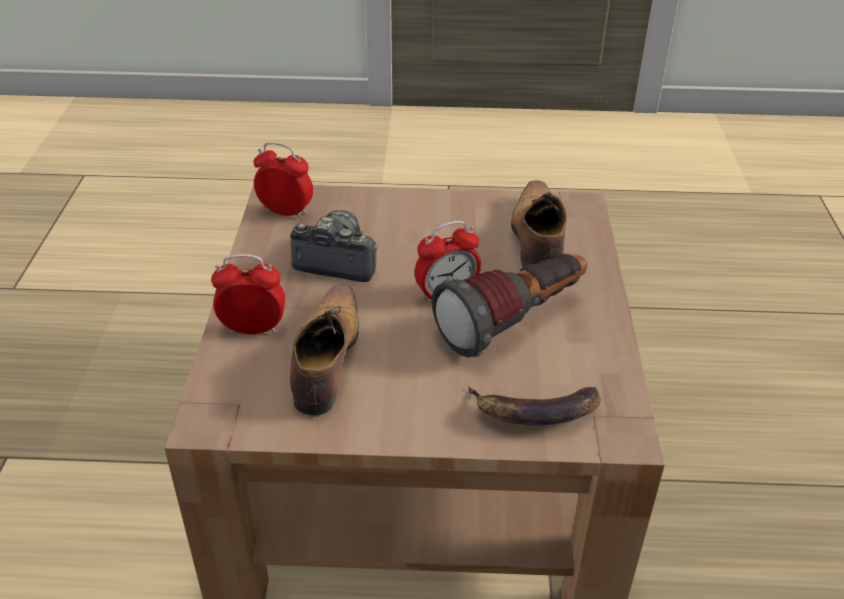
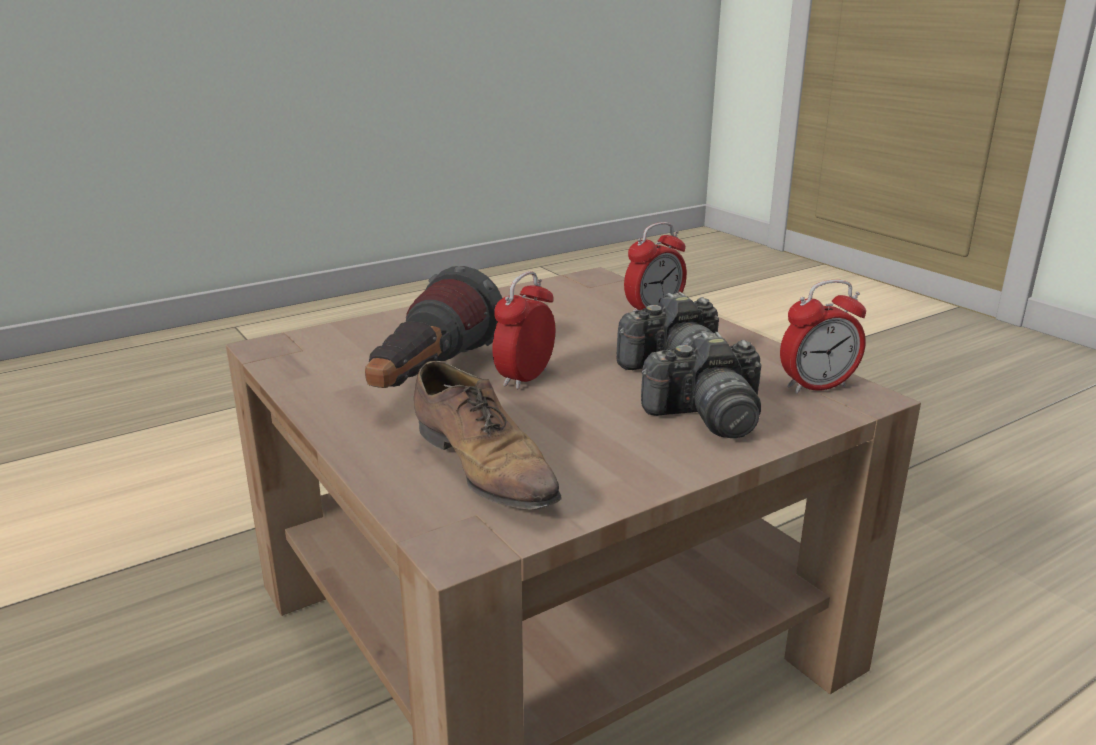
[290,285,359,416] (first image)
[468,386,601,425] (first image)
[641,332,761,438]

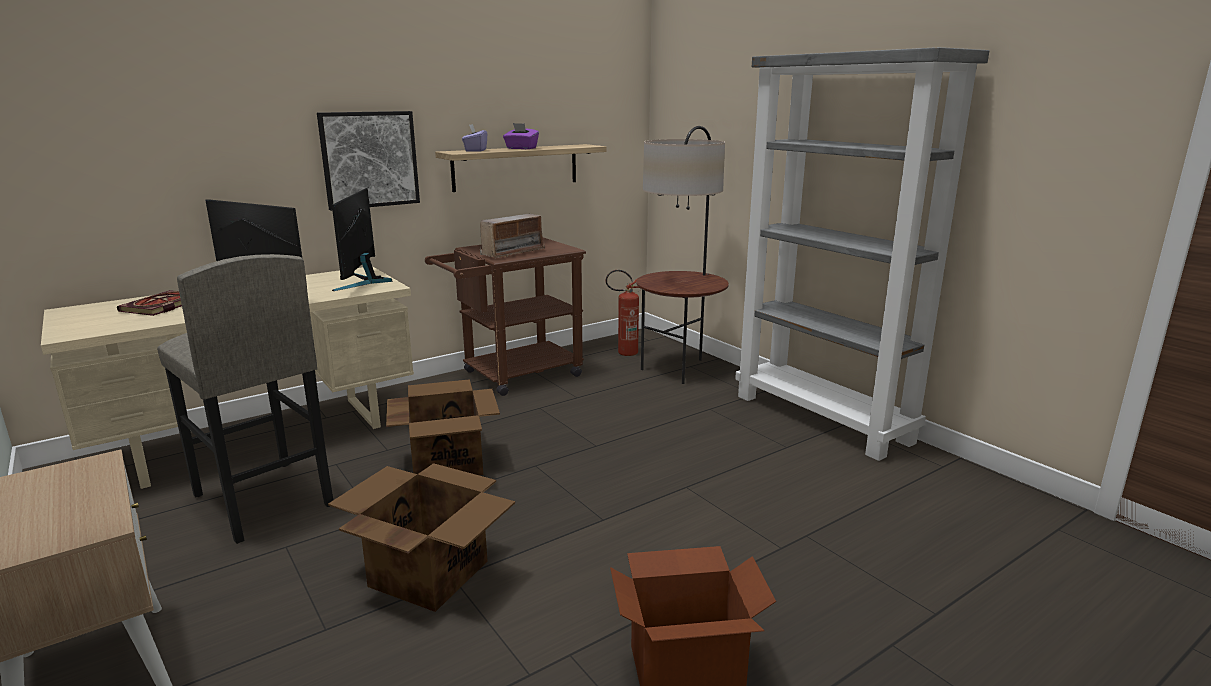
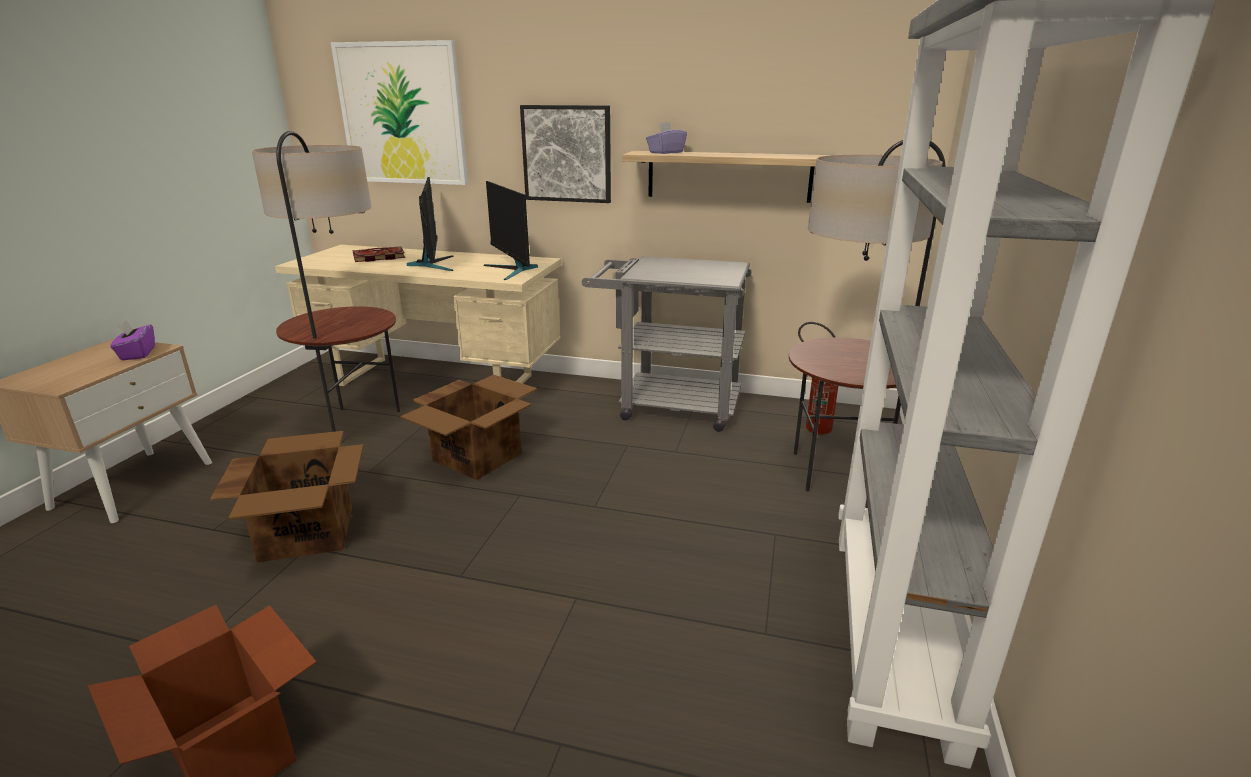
[110,320,155,360]
[484,181,538,280]
[480,214,545,258] (first image)
[582,256,751,432]
[252,131,400,432]
[331,40,468,185]

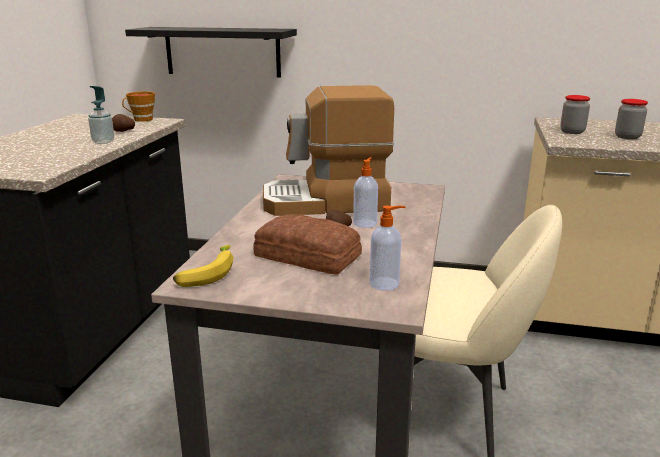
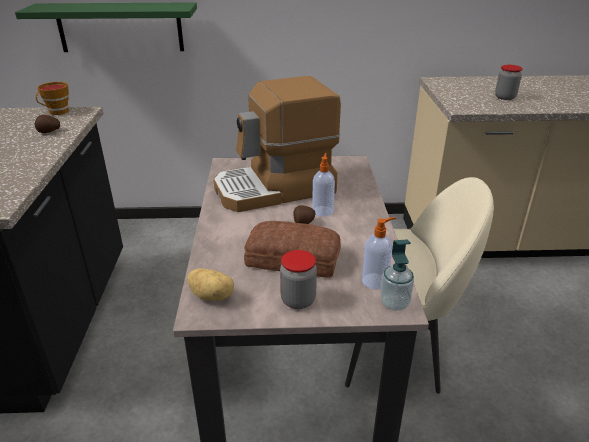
[15,2,197,52]
[380,239,414,311]
[280,250,317,309]
[187,268,234,301]

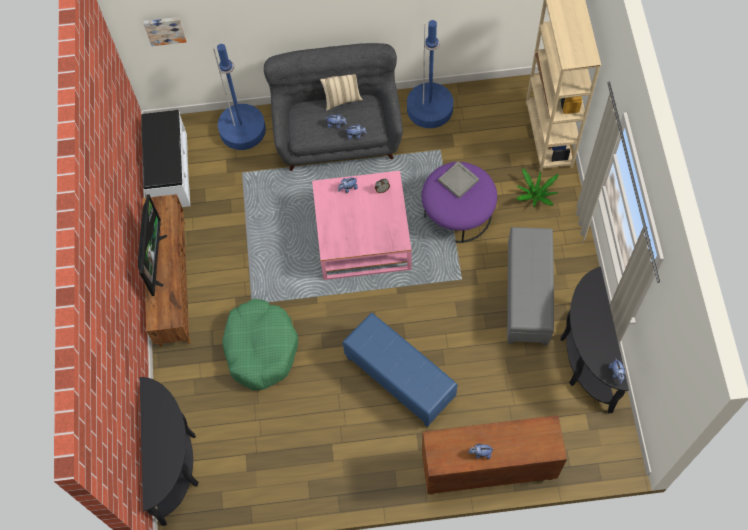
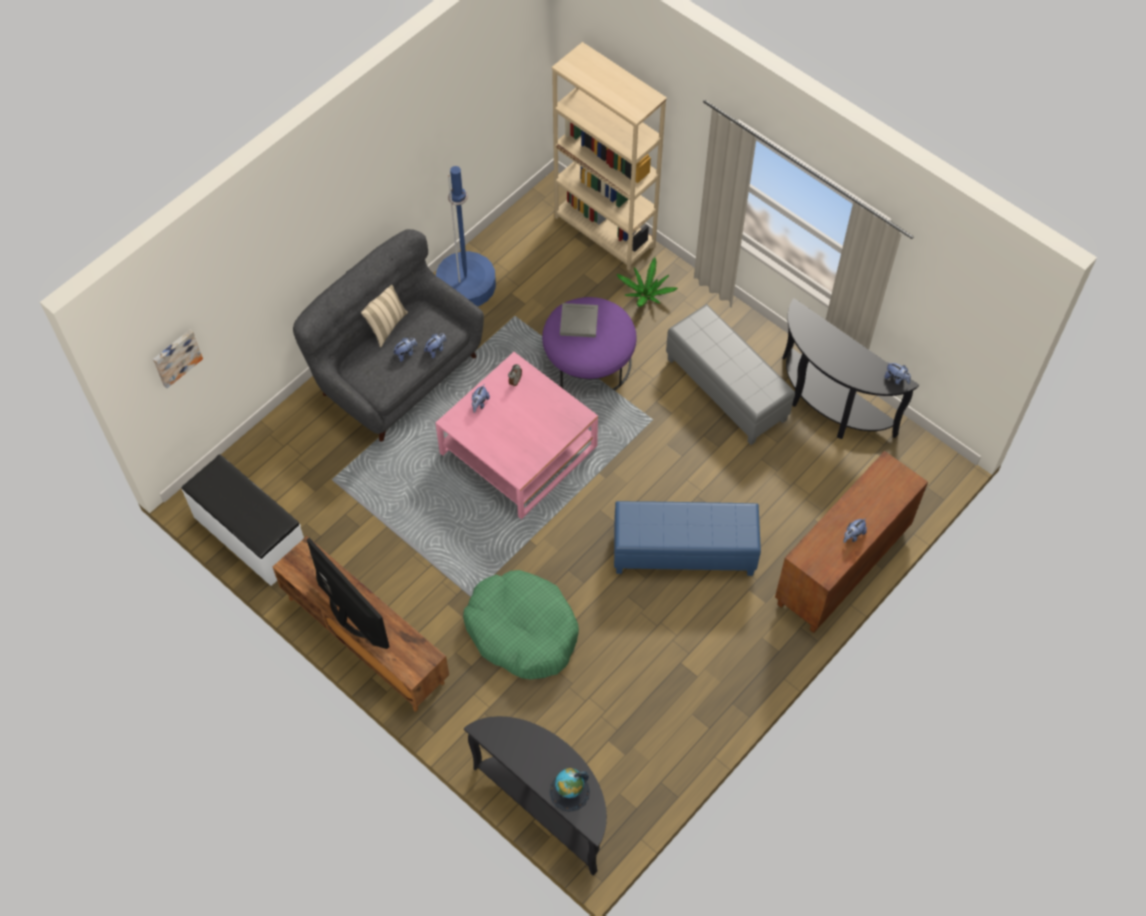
[213,44,266,150] (first image)
[549,768,590,812]

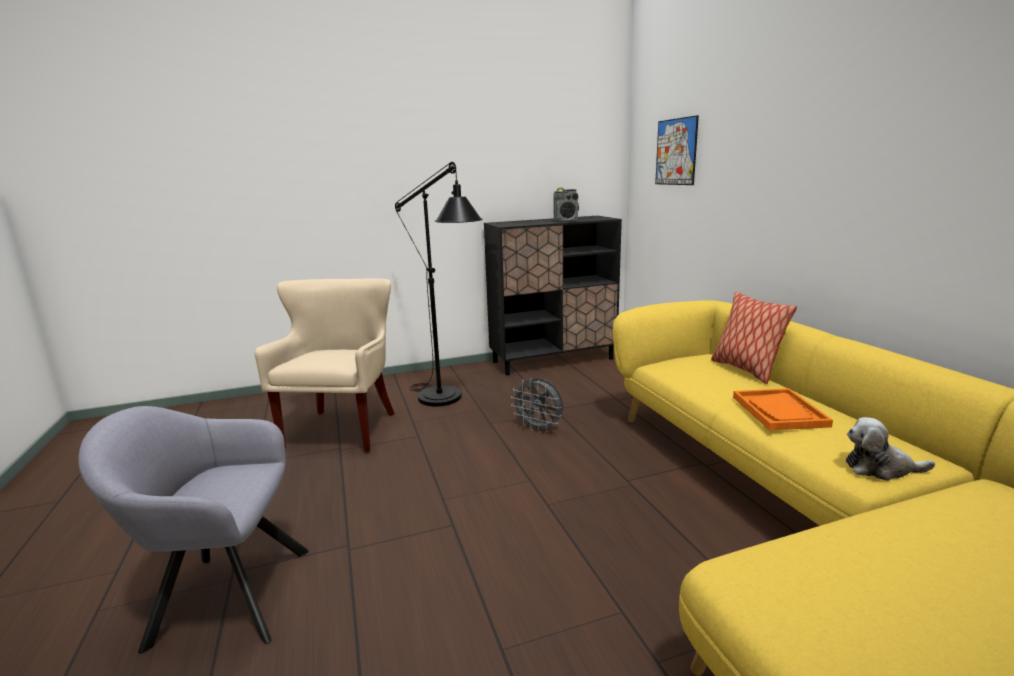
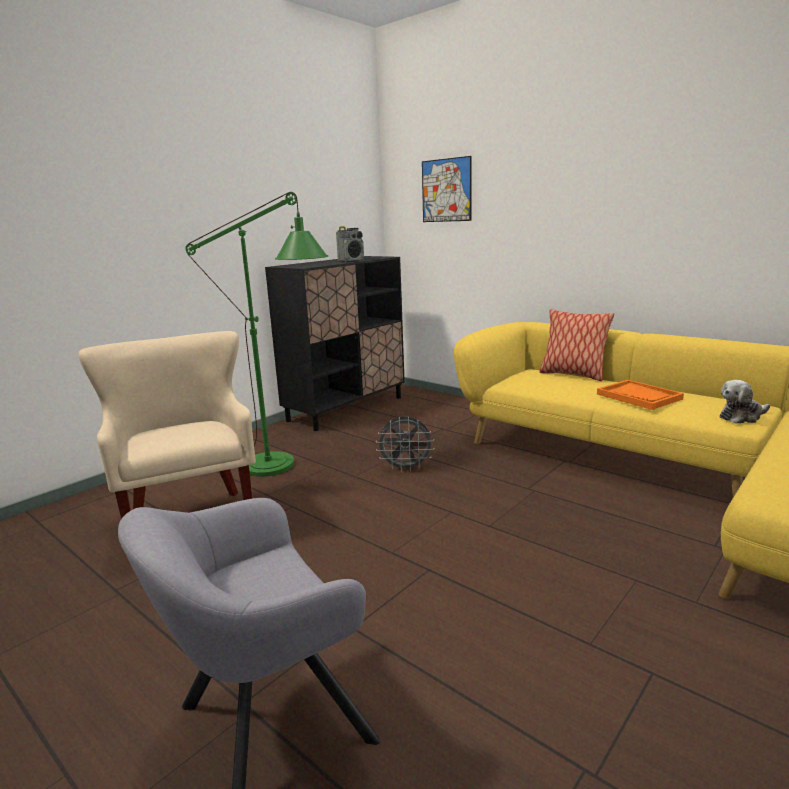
[186,192,328,477]

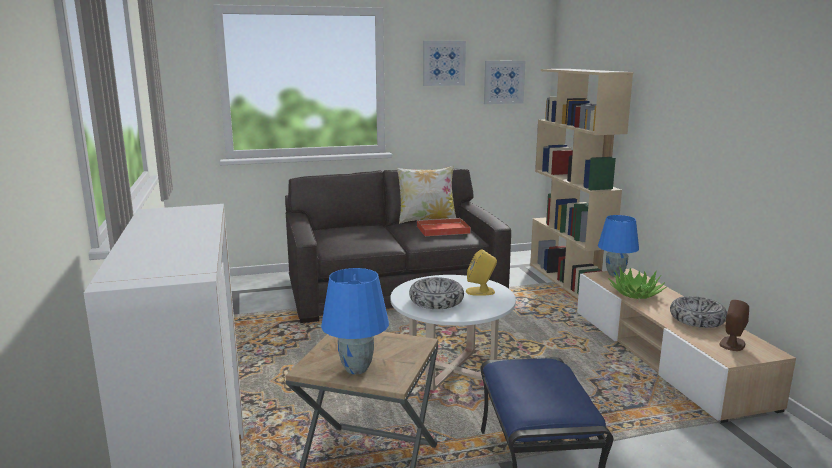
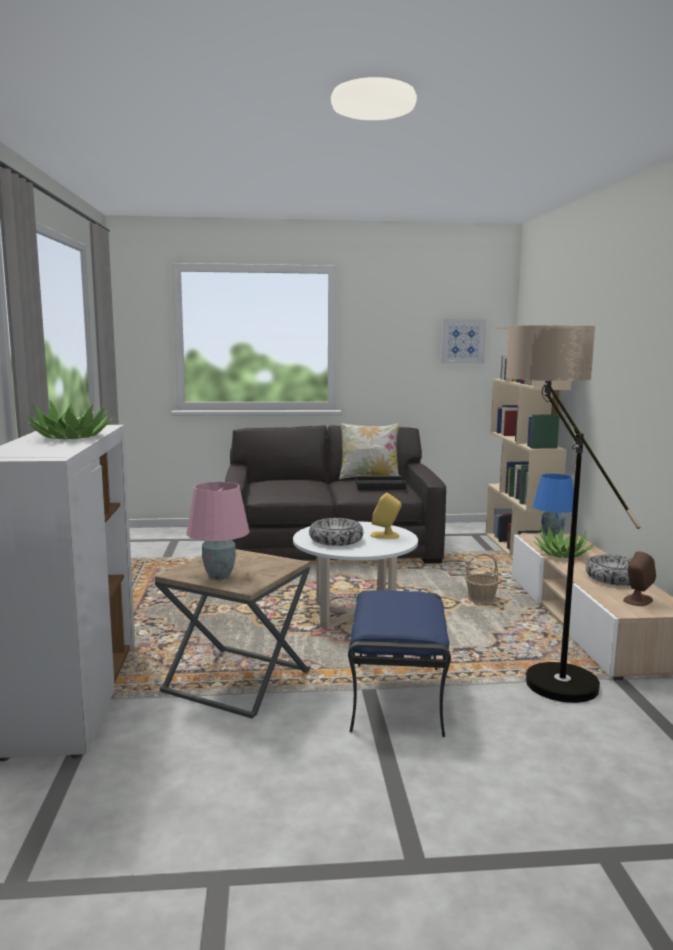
[423,41,466,86] (first image)
[356,476,406,490]
[187,482,249,580]
[506,324,641,703]
[24,400,114,439]
[465,553,499,604]

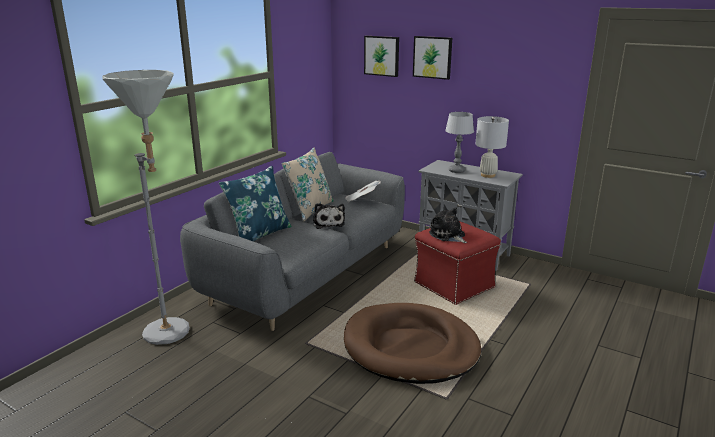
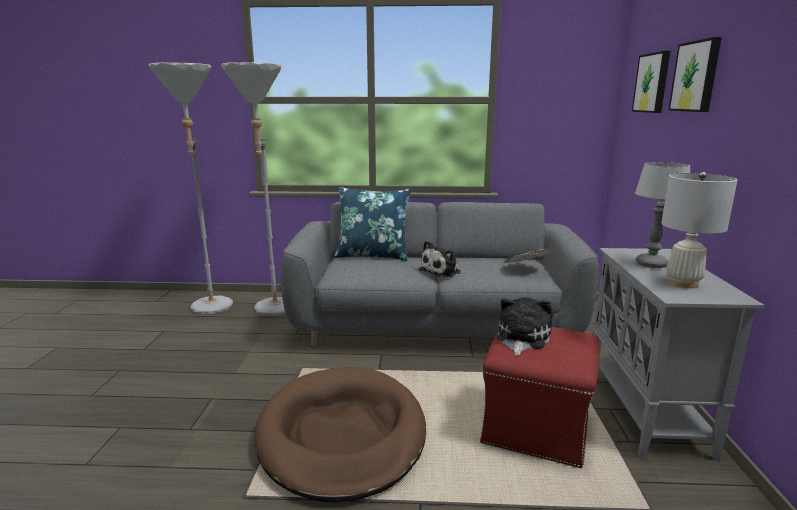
[282,148,334,222] (first image)
[148,62,233,314]

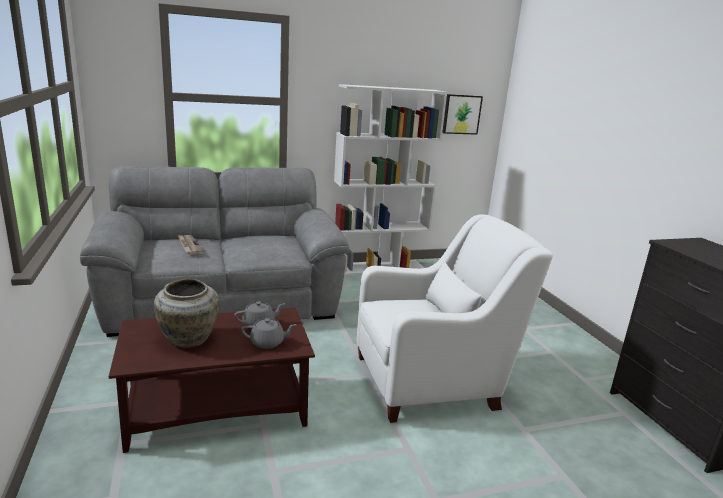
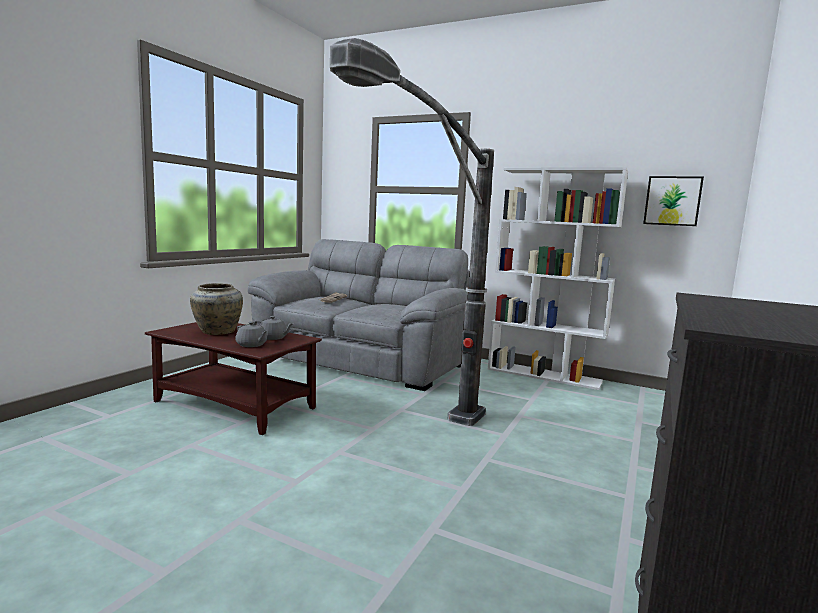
[330,38,494,426]

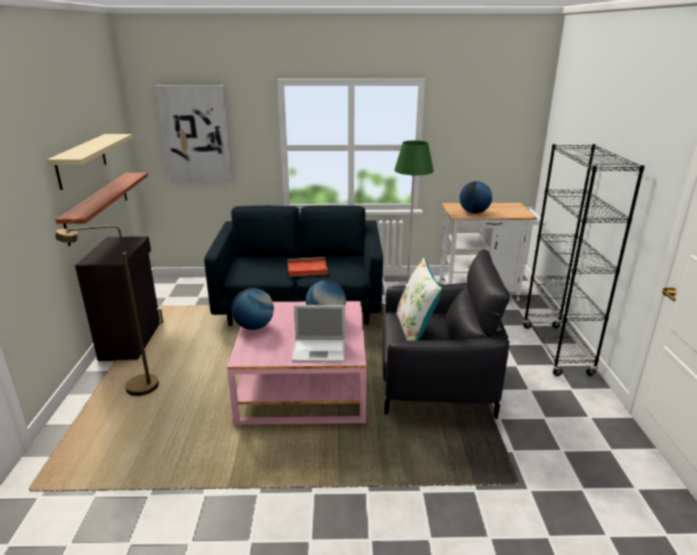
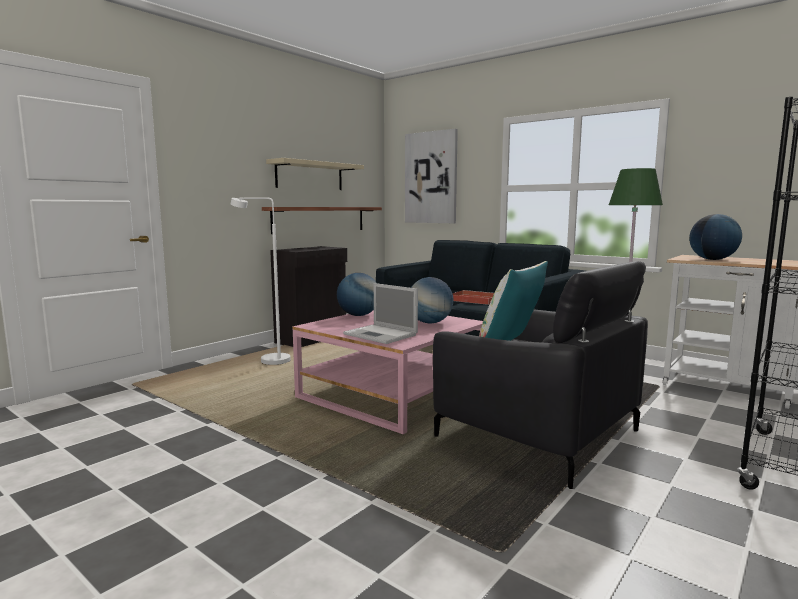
[231,197,291,365]

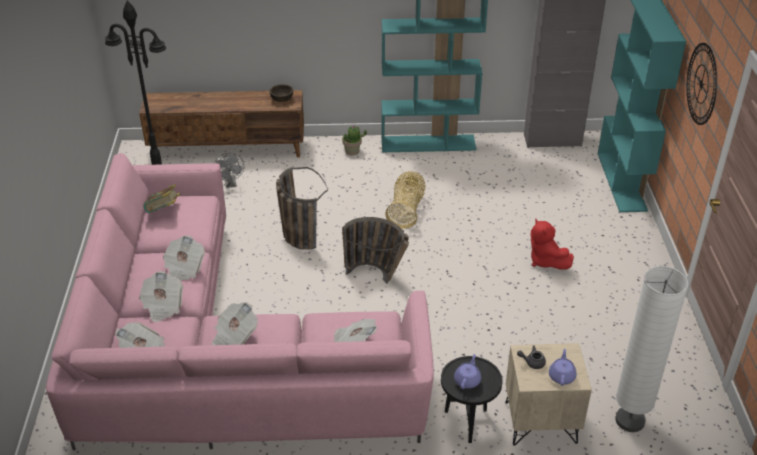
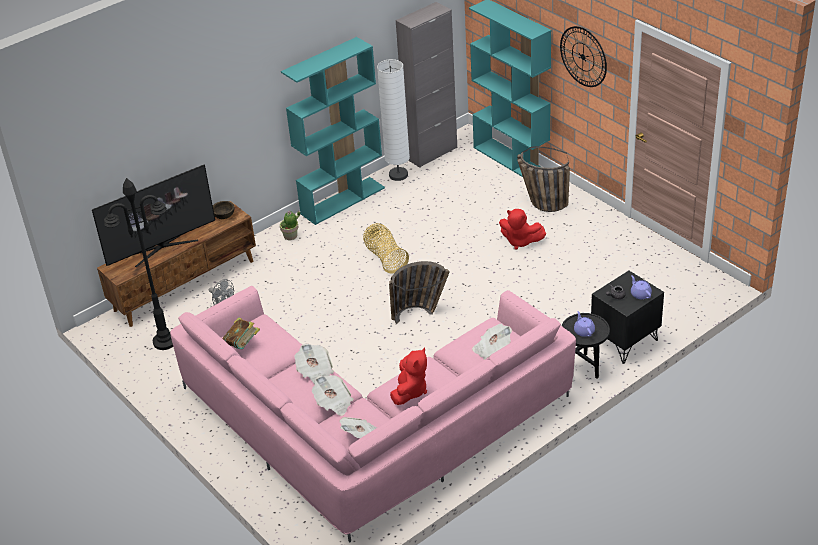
[517,146,570,212]
[377,59,410,181]
[390,347,427,405]
[591,271,664,364]
[92,165,215,267]

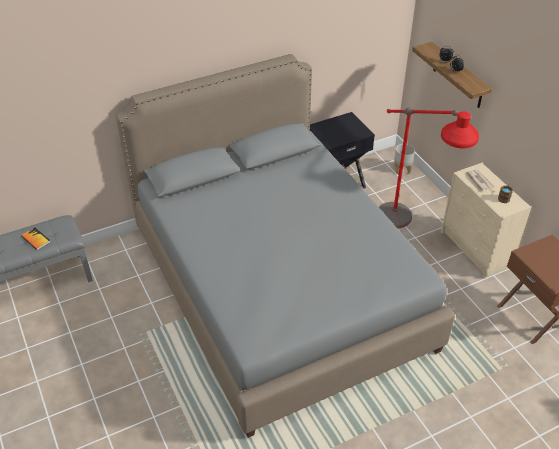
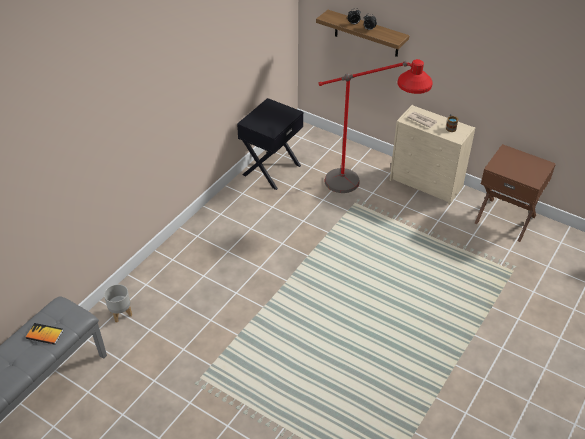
[116,54,455,438] (first image)
[104,284,132,323]

